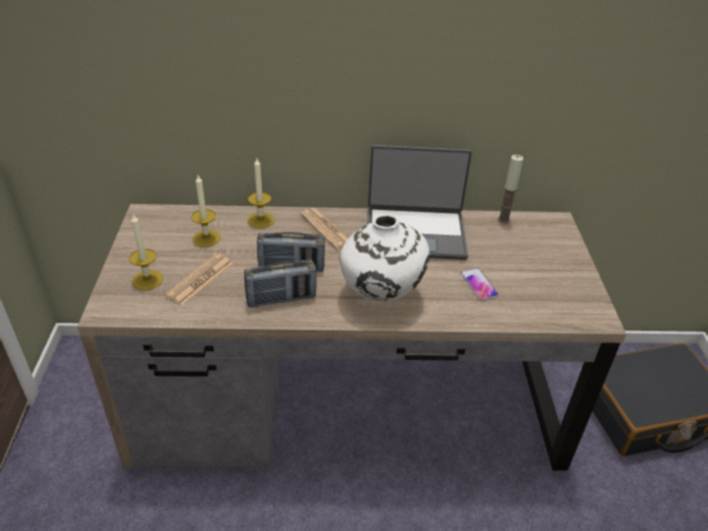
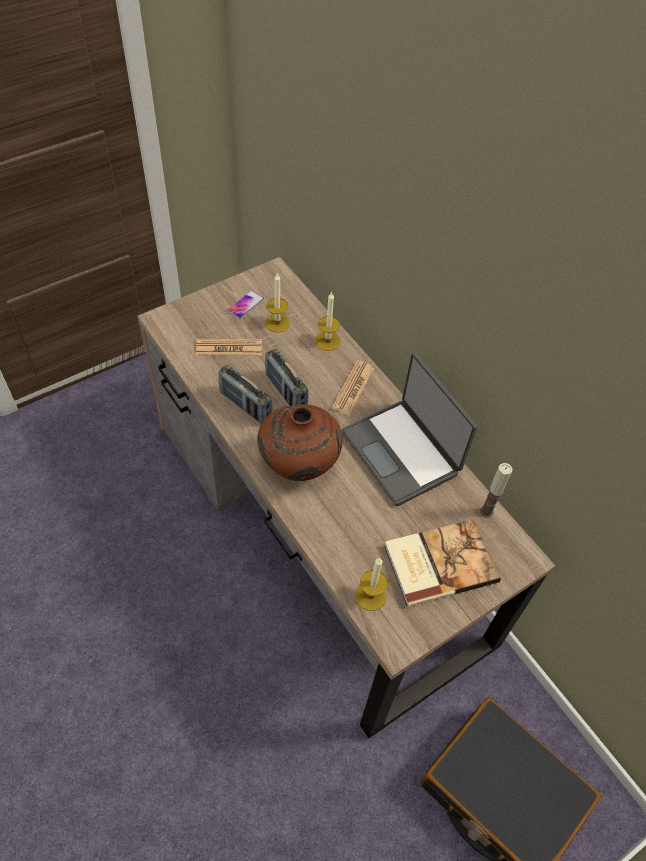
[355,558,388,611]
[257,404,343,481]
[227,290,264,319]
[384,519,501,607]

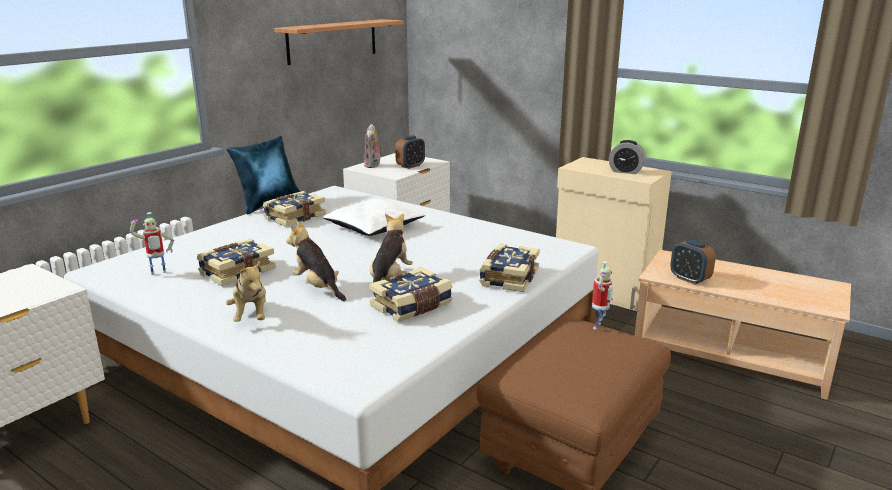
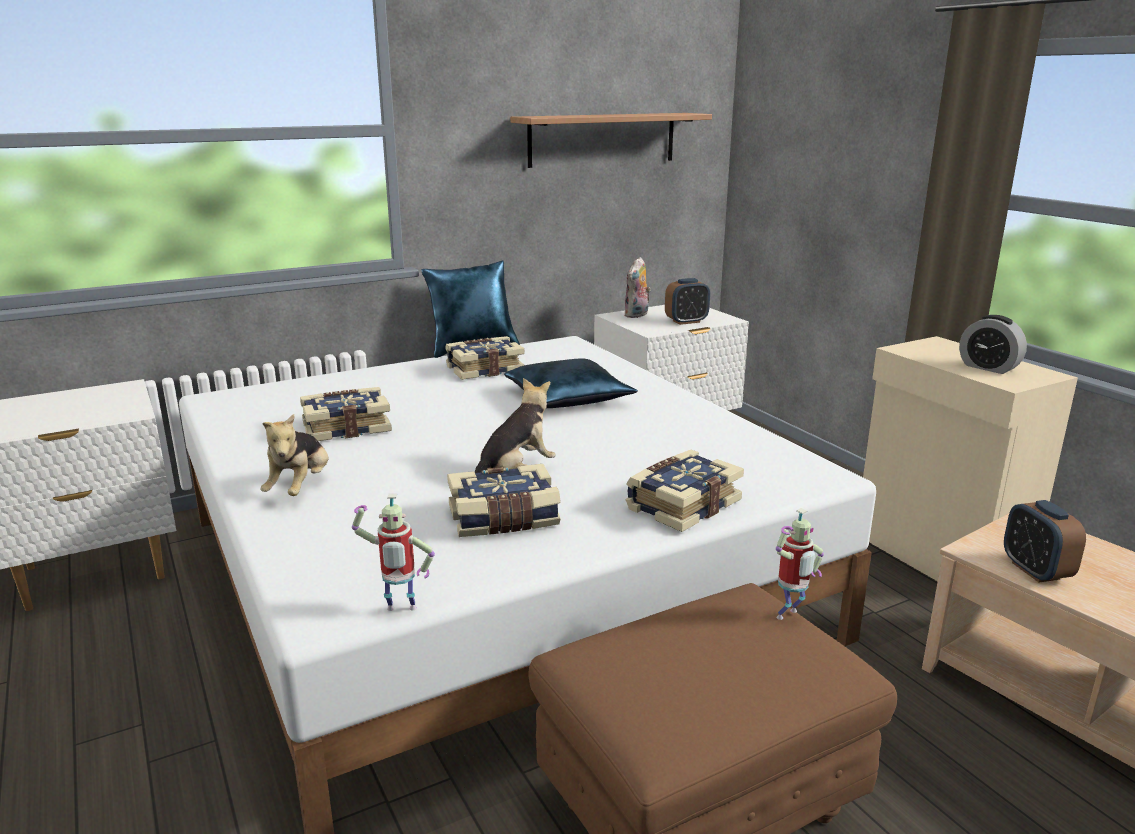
[504,359,638,408]
[352,493,435,611]
[286,221,346,301] (first image)

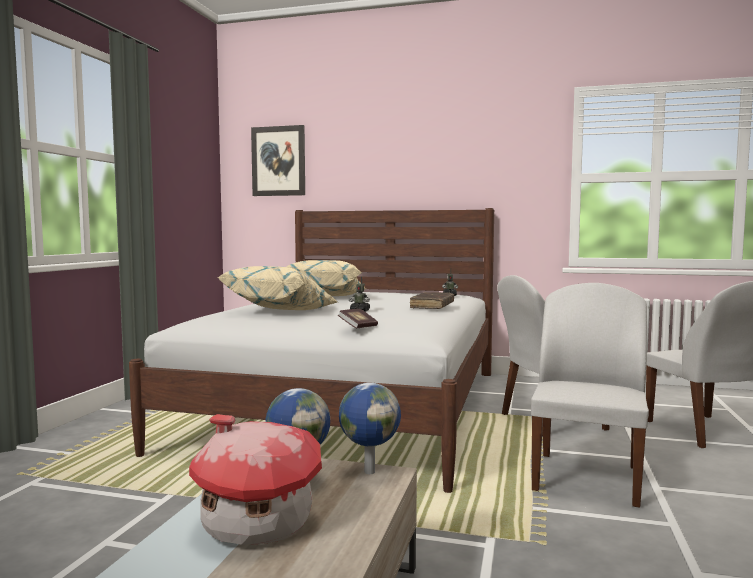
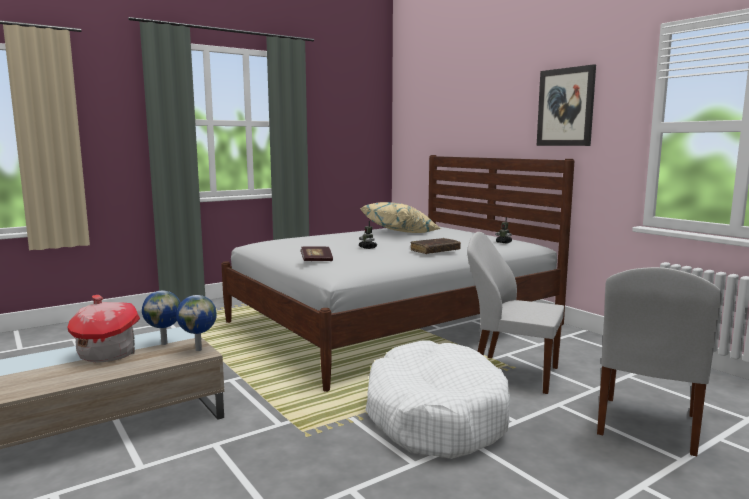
[537,64,596,146]
[217,266,338,310] (first image)
[365,340,510,459]

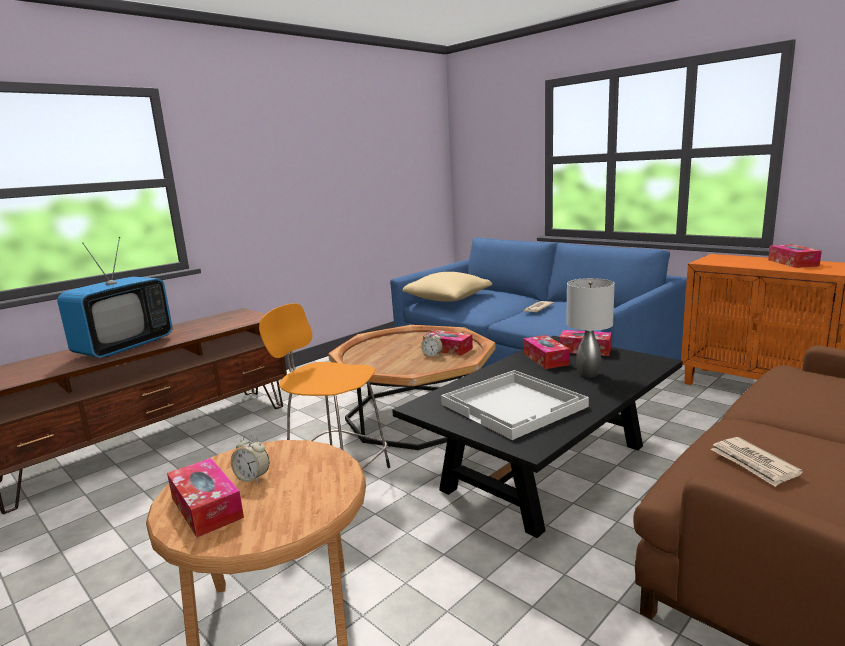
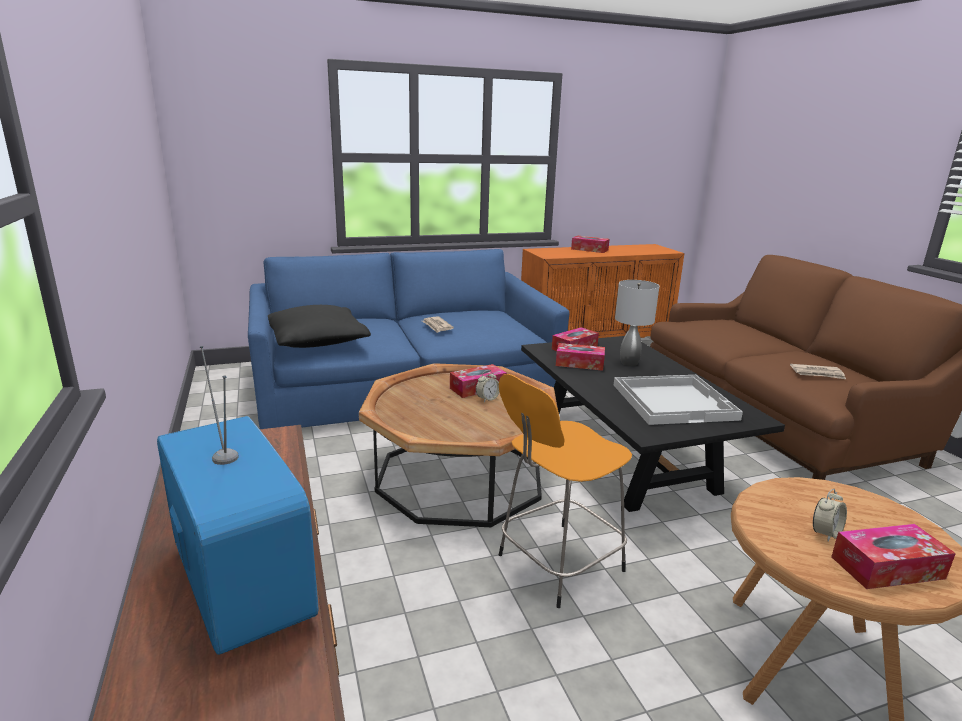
[268,305,371,348]

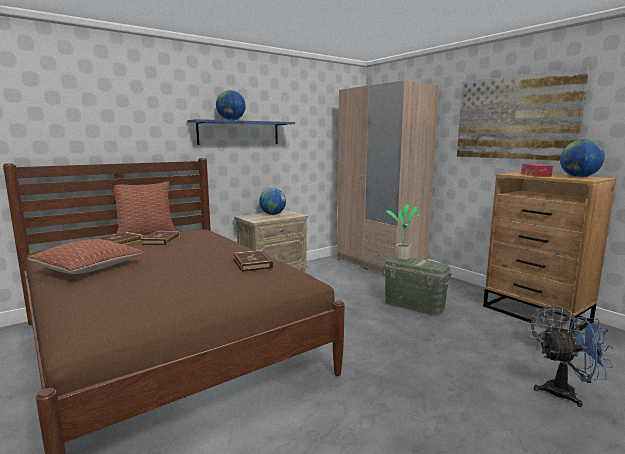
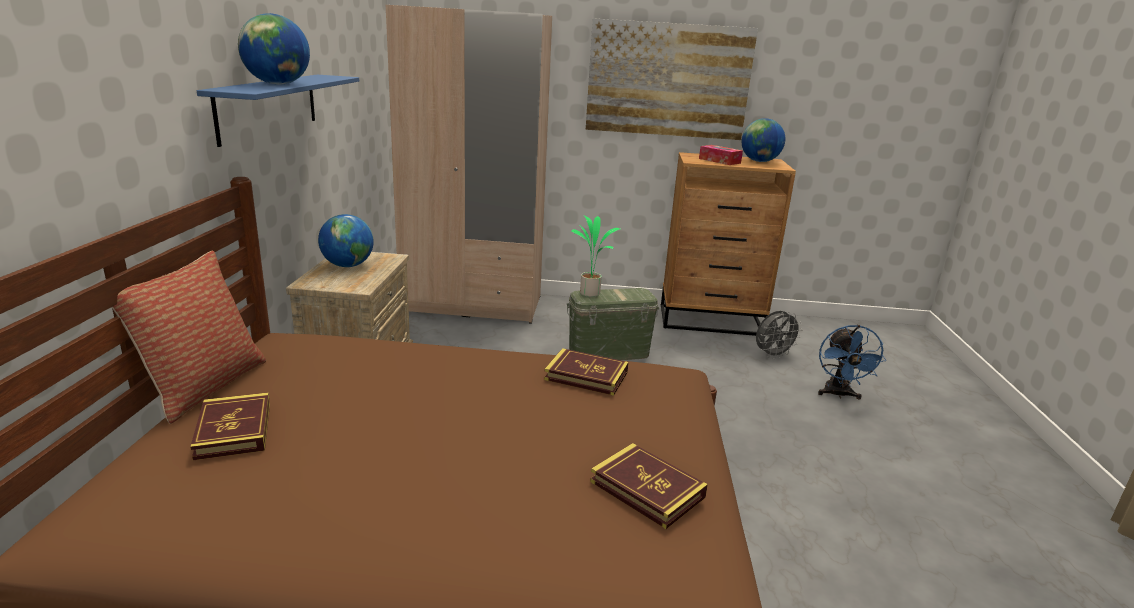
[590,443,708,529]
[28,239,144,274] (first image)
[818,325,886,400]

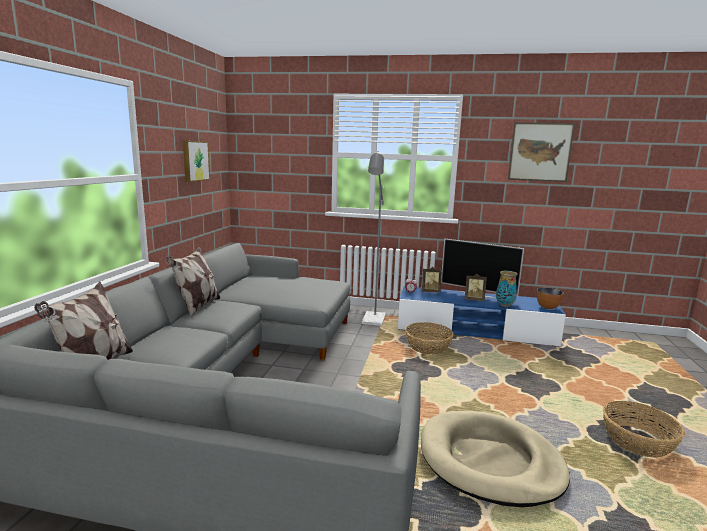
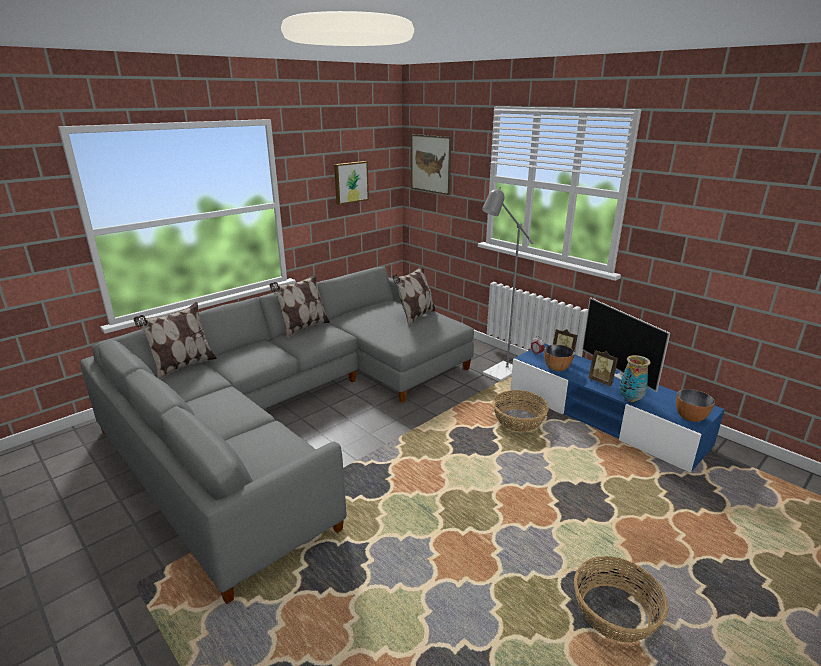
[411,134,451,195]
[421,411,570,507] (first image)
[393,264,436,326]
[544,345,574,371]

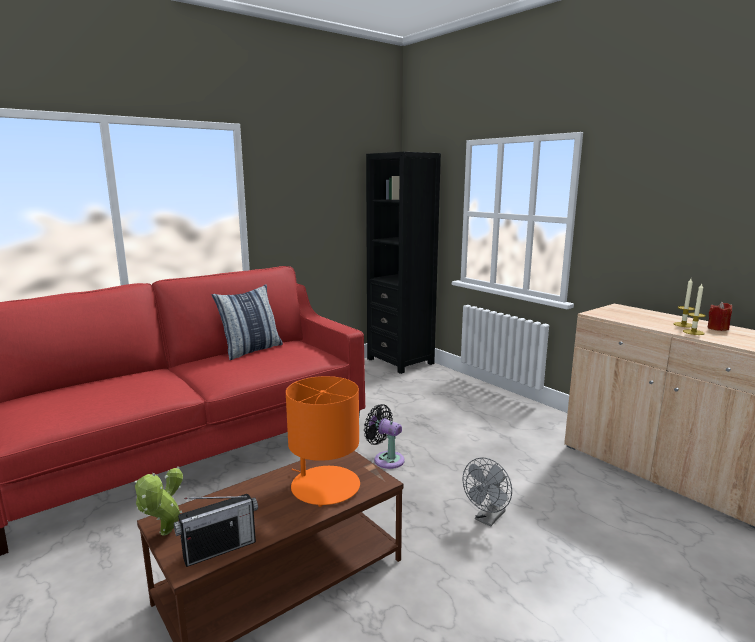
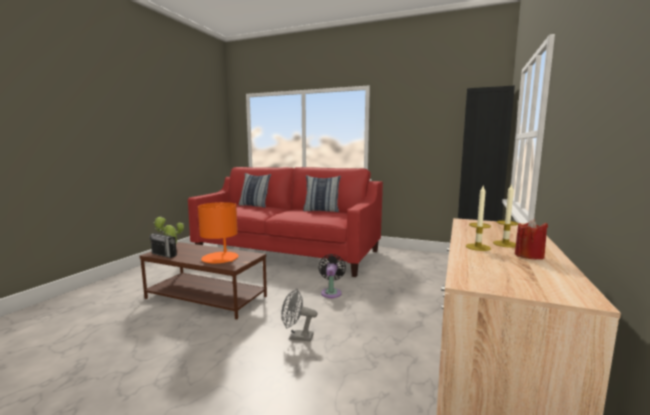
[239,173,271,208]

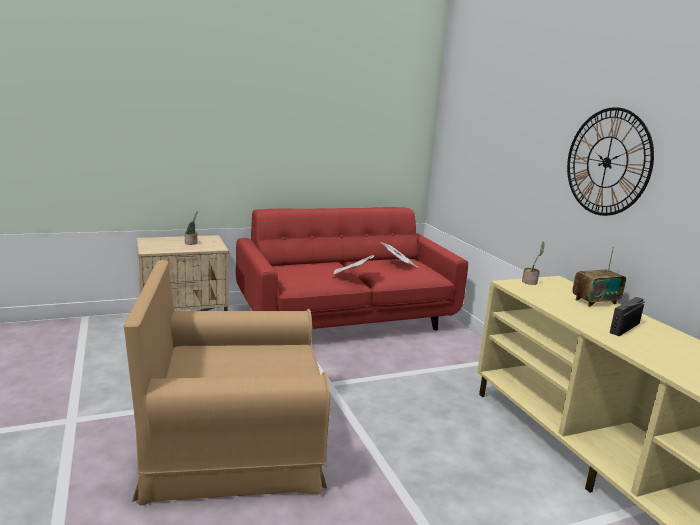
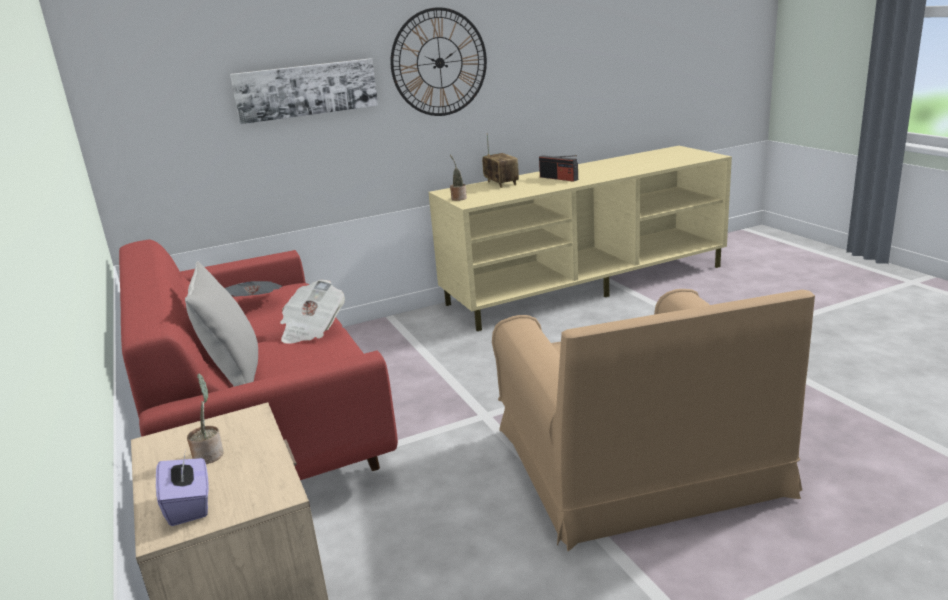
[230,58,378,124]
[185,261,258,387]
[156,450,209,526]

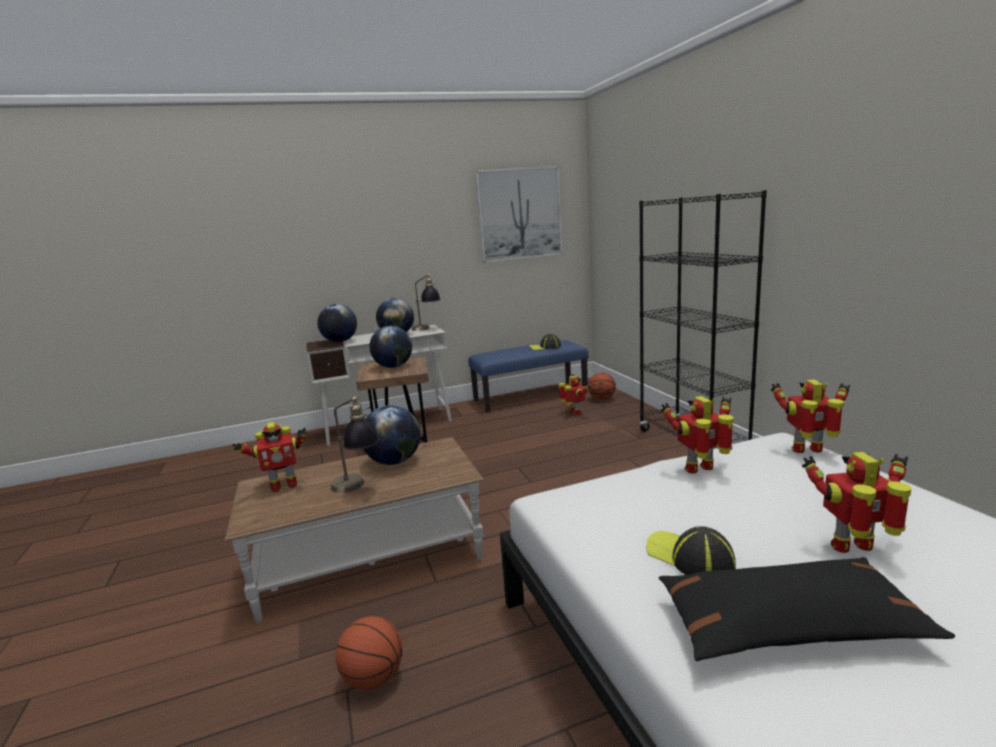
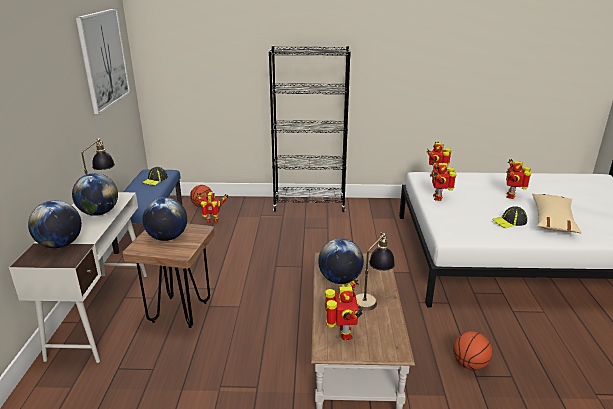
[532,194,582,233]

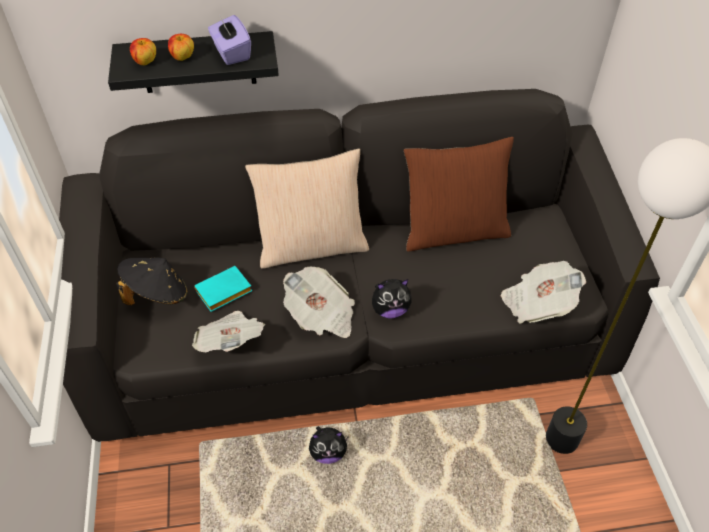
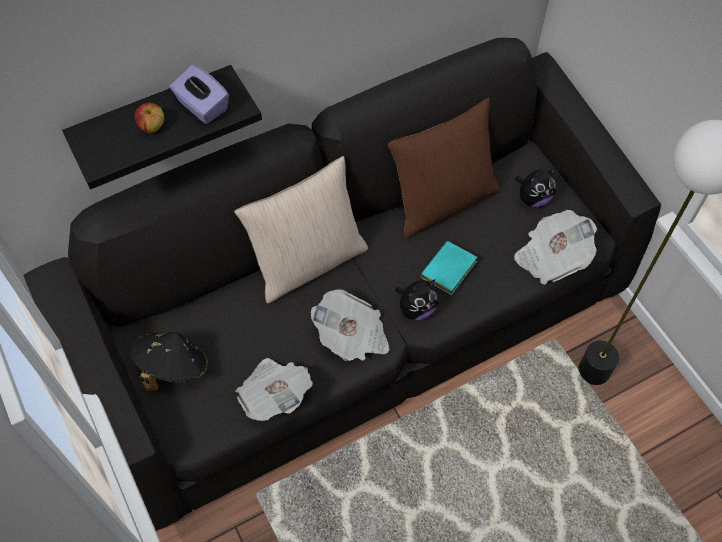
[130,38,156,65] (first image)
[420,241,477,295]
[515,168,557,207]

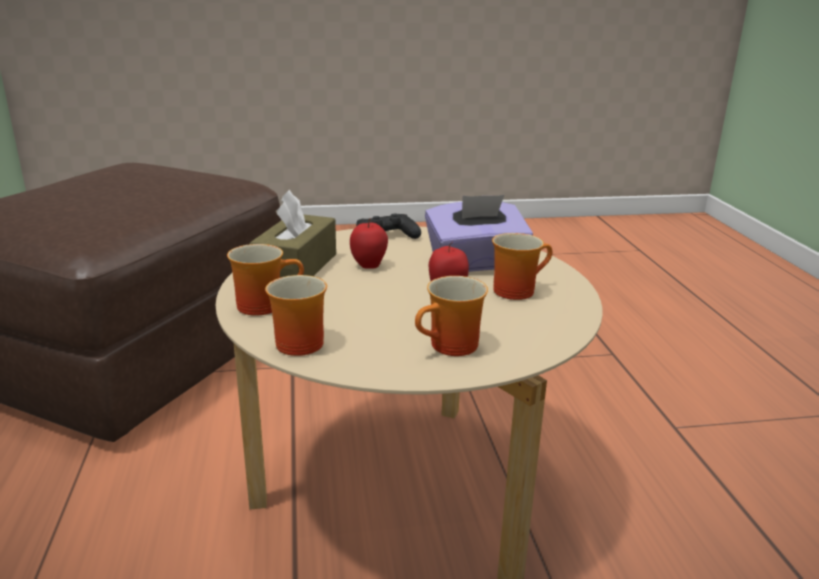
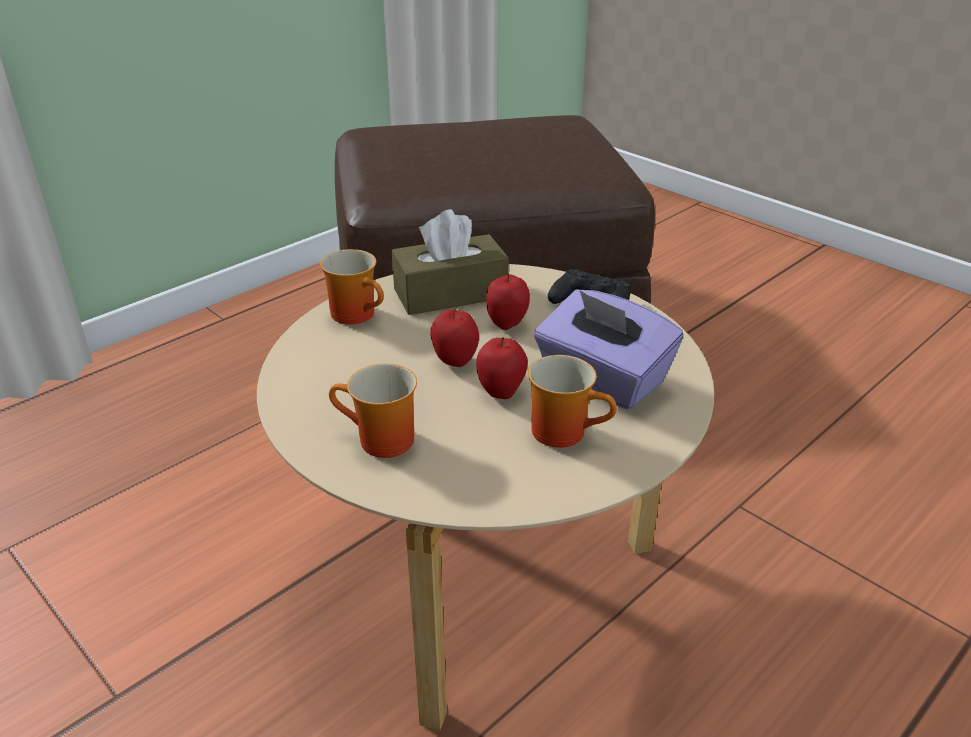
[265,275,327,356] (first image)
[430,306,479,367]

